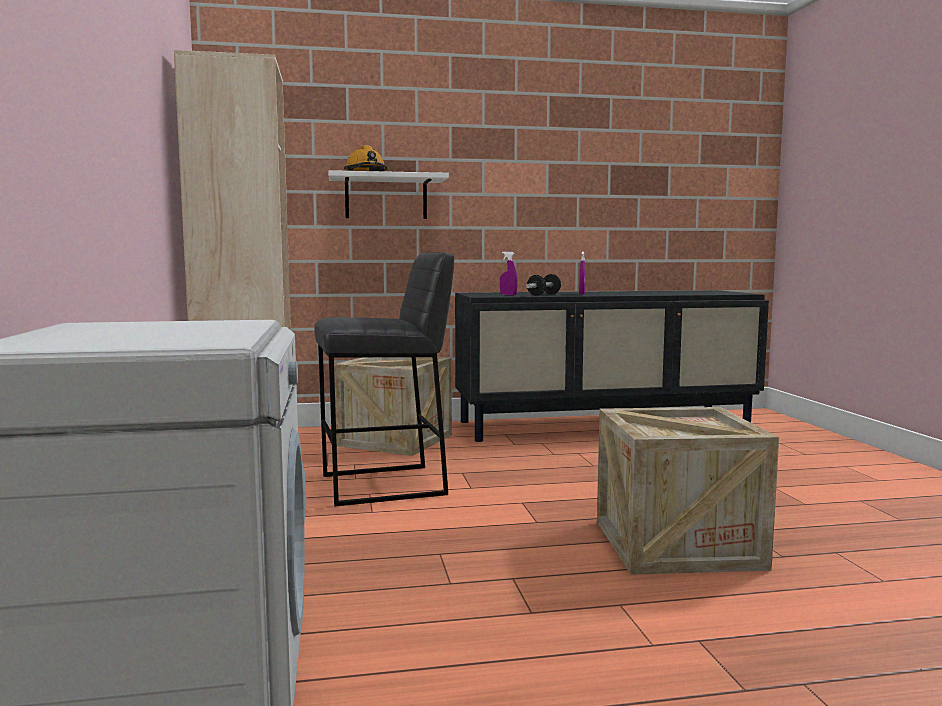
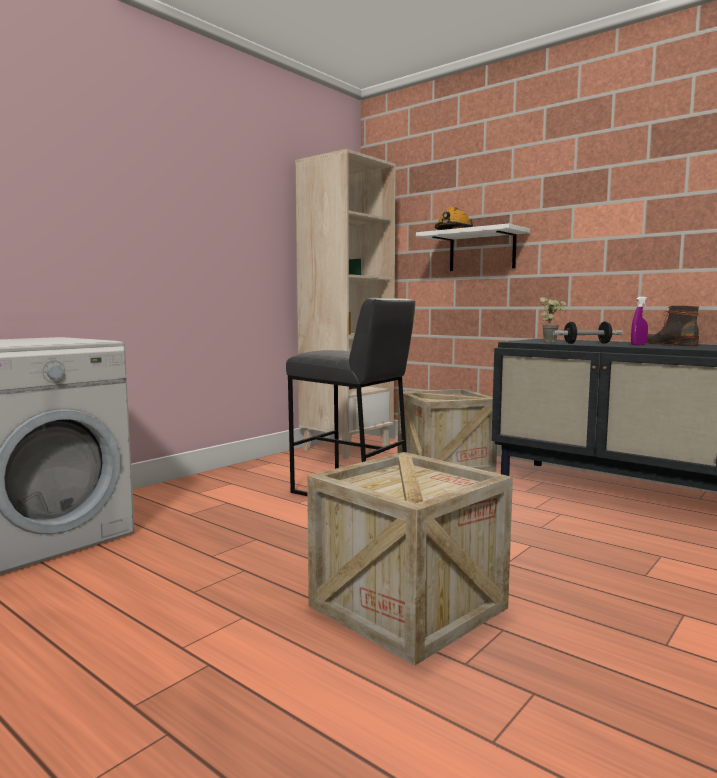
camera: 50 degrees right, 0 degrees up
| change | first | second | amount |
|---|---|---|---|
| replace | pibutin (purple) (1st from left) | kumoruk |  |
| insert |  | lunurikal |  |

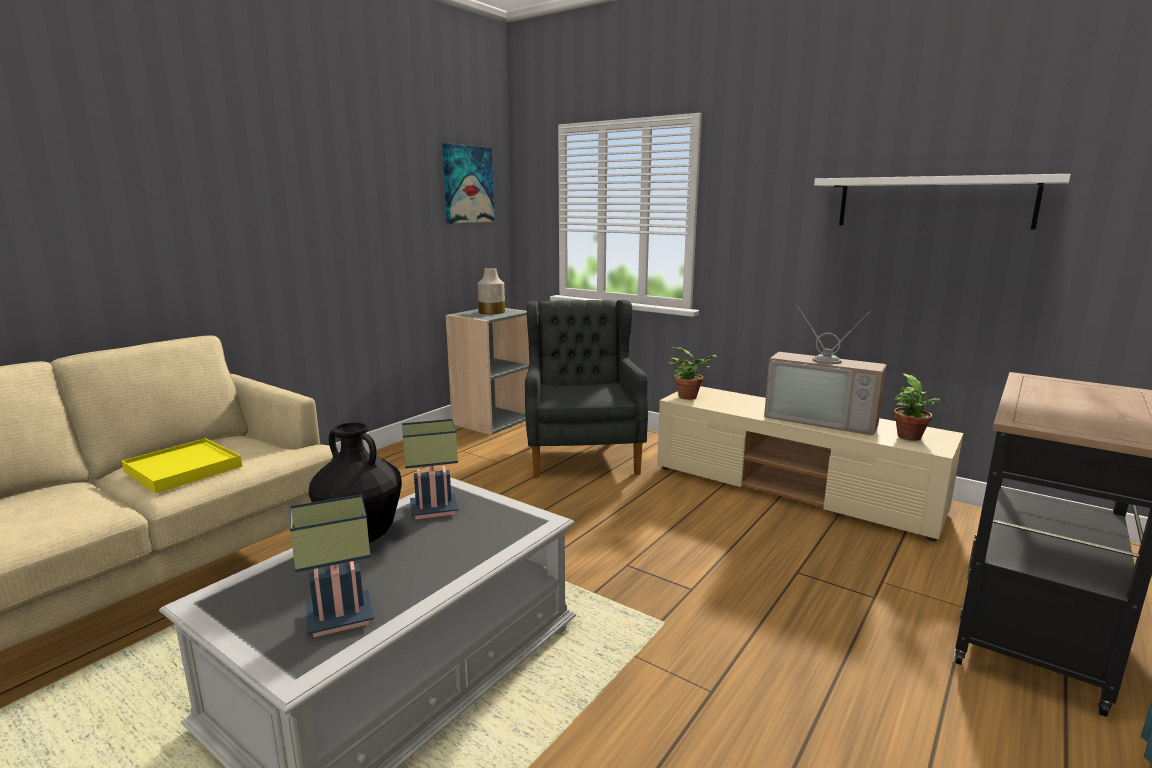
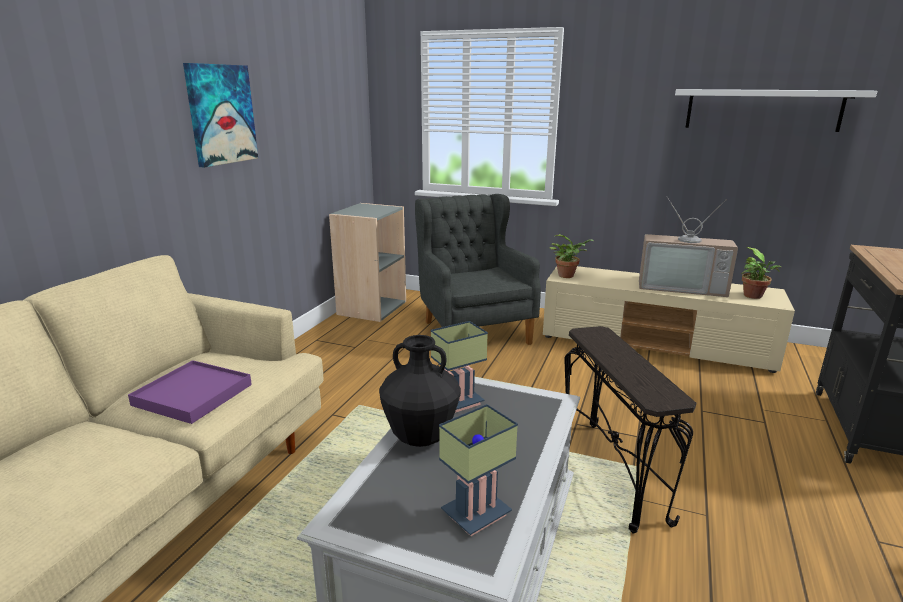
camera: 15 degrees left, 5 degrees up
| change | first | second | amount |
|---|---|---|---|
| move | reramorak |  |  |
| delete | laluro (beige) |  |  |
| recolor | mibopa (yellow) | mibopa (purple) |  |
| insert |  | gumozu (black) |  |

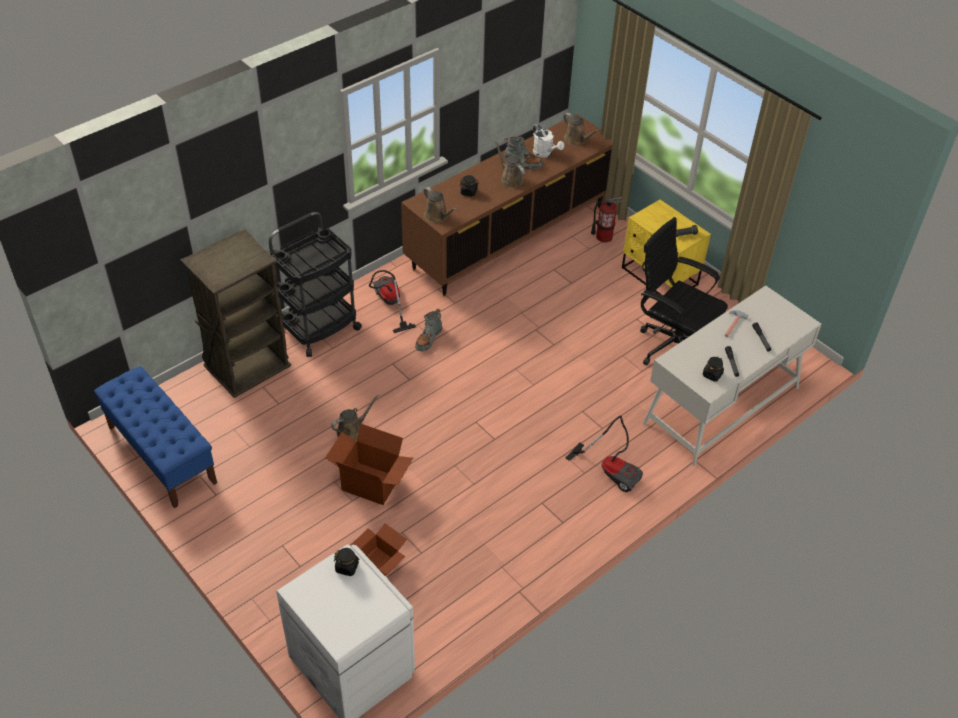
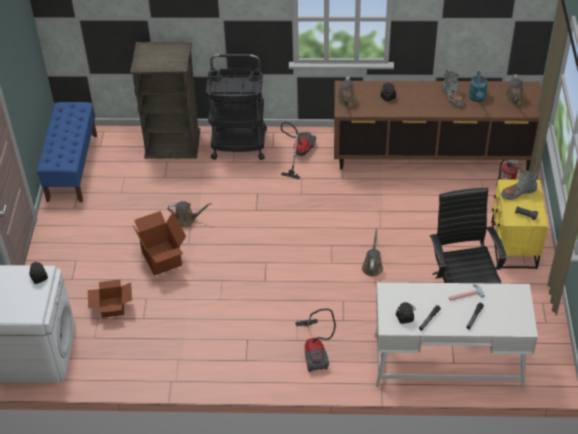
camera: 45 degrees right, 0 degrees up
| change | first | second | amount |
|---|---|---|---|
| recolor | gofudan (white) | gofudan (turquoise) |  |
| move | gofudan (brown) (3rd from left) |  |  |
| move | lunurikal (grey) (1st from left in the first image) | lunurikal (grey) (2nd from left) |  |

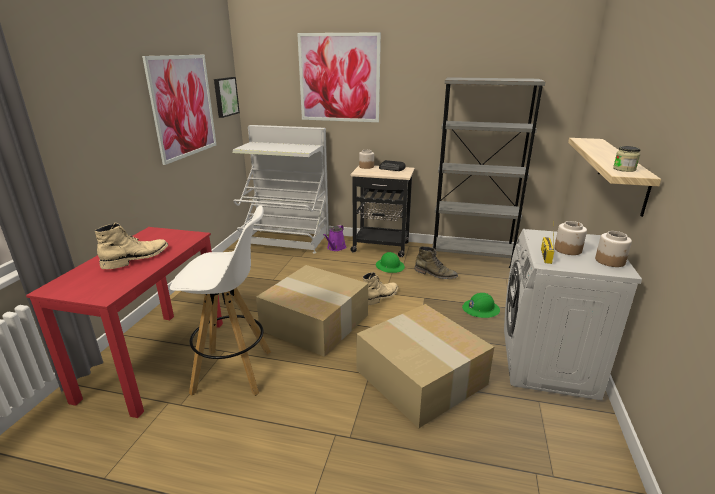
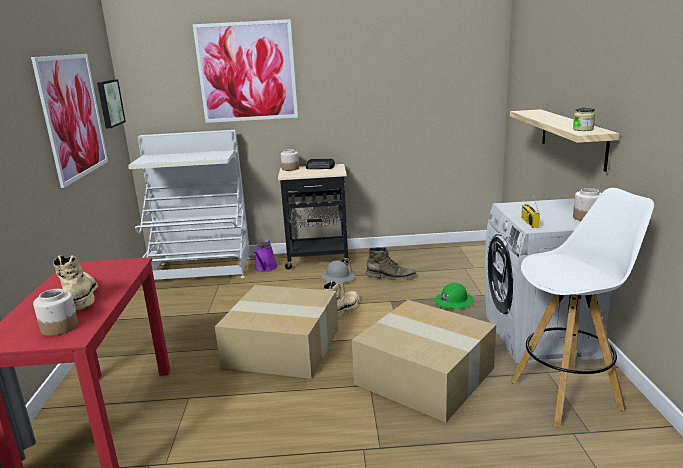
camera: 15 degrees left, 5 degrees down
| change | first | second | amount |
|---|---|---|---|
| delete | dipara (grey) |  |  |
| move | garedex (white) |  |  |
| move | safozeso (2nd from left in the first image) | safozeso (1st from left) |  |
| rotate | lunurikal (beige) (1st from left) |  | 45 degrees counterclockwise |
| recolor | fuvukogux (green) (1st from left) | fuvukogux (grey) |  |

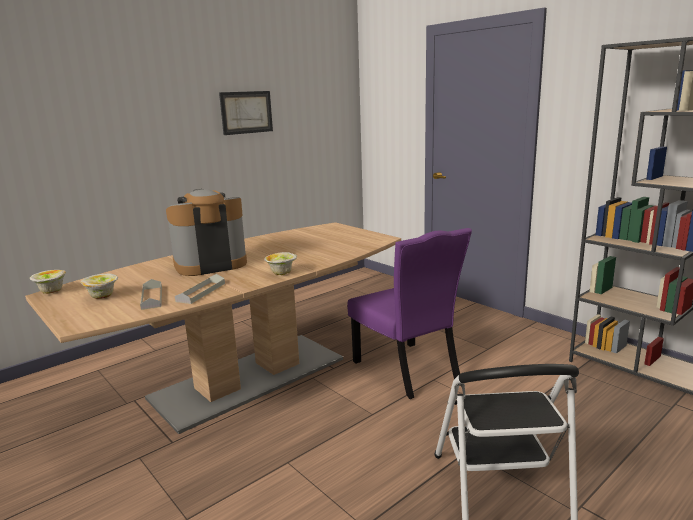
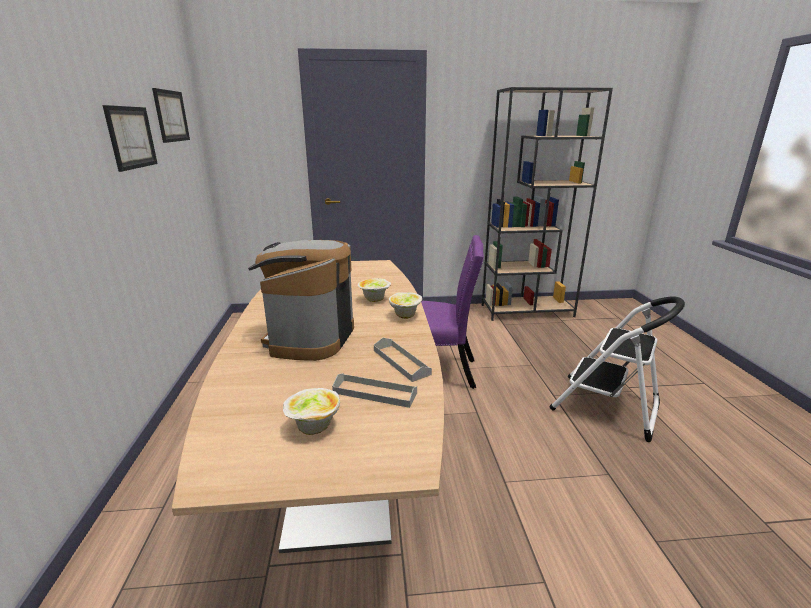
camera: 55 degrees left, 5 degrees up
| change | first | second | amount |
|---|---|---|---|
| move | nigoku (1st from left in the first image) | nigoku (2nd from left) |  |
| insert |  | reramorak (2nd from left) |  |

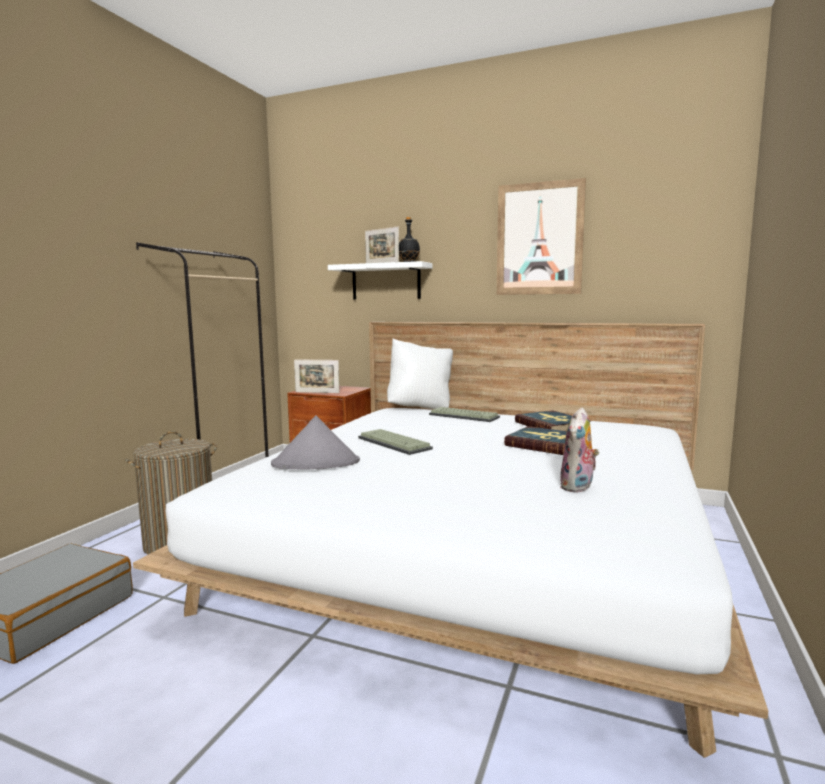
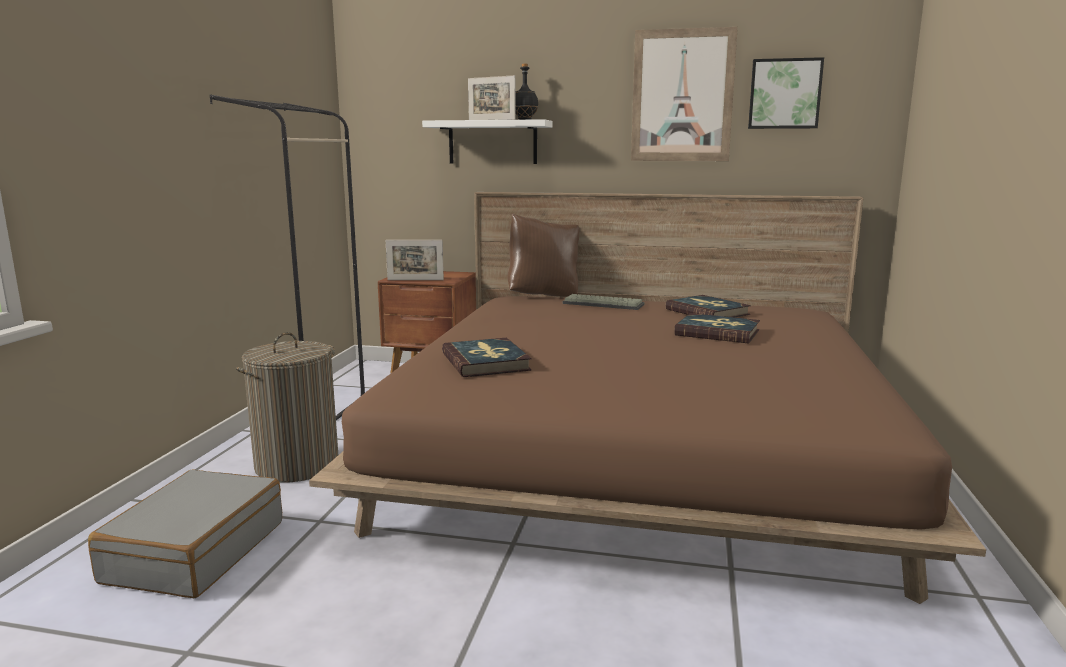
camera: 10 degrees left, 5 degrees up
| change | first | second | amount |
|---|---|---|---|
| recolor | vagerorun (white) | vagerorun (brown) |  |
| recolor | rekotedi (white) | rekotedi (brown) |  |
| delete | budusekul |  |  |
| replace | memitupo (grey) | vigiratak (1st from left) |  |
| delete | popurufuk (1st from left) |  |  |
| insert |  | reramorak (2nd from left) |  |

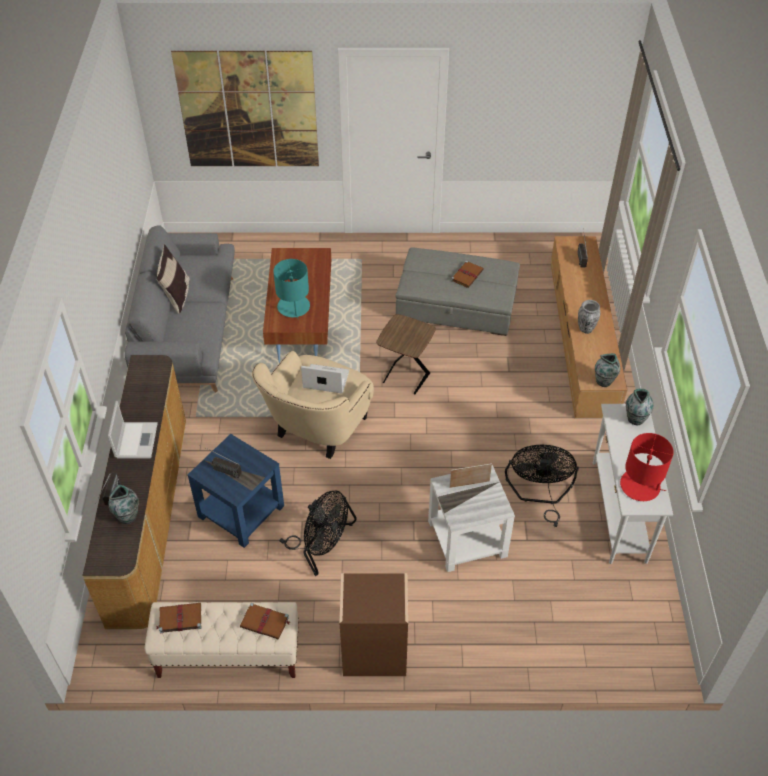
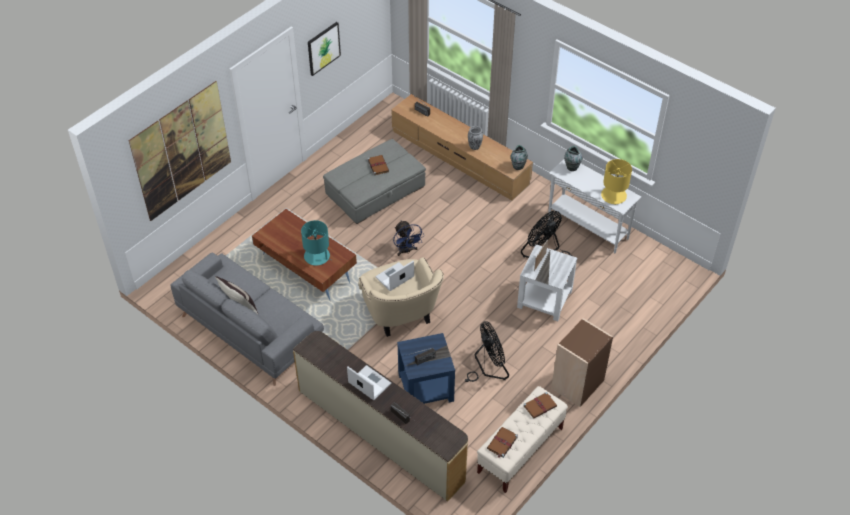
camera: 50 degrees left, 0 degrees up
| change | first | second | amount |
|---|---|---|---|
| replace | gumozu (brown) | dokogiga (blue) |  |
| recolor | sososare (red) | sososare (yellow) |  |
| delete | laluro (1st from left) |  |  |
| insert |  | reramorak (2nd from left) |  |

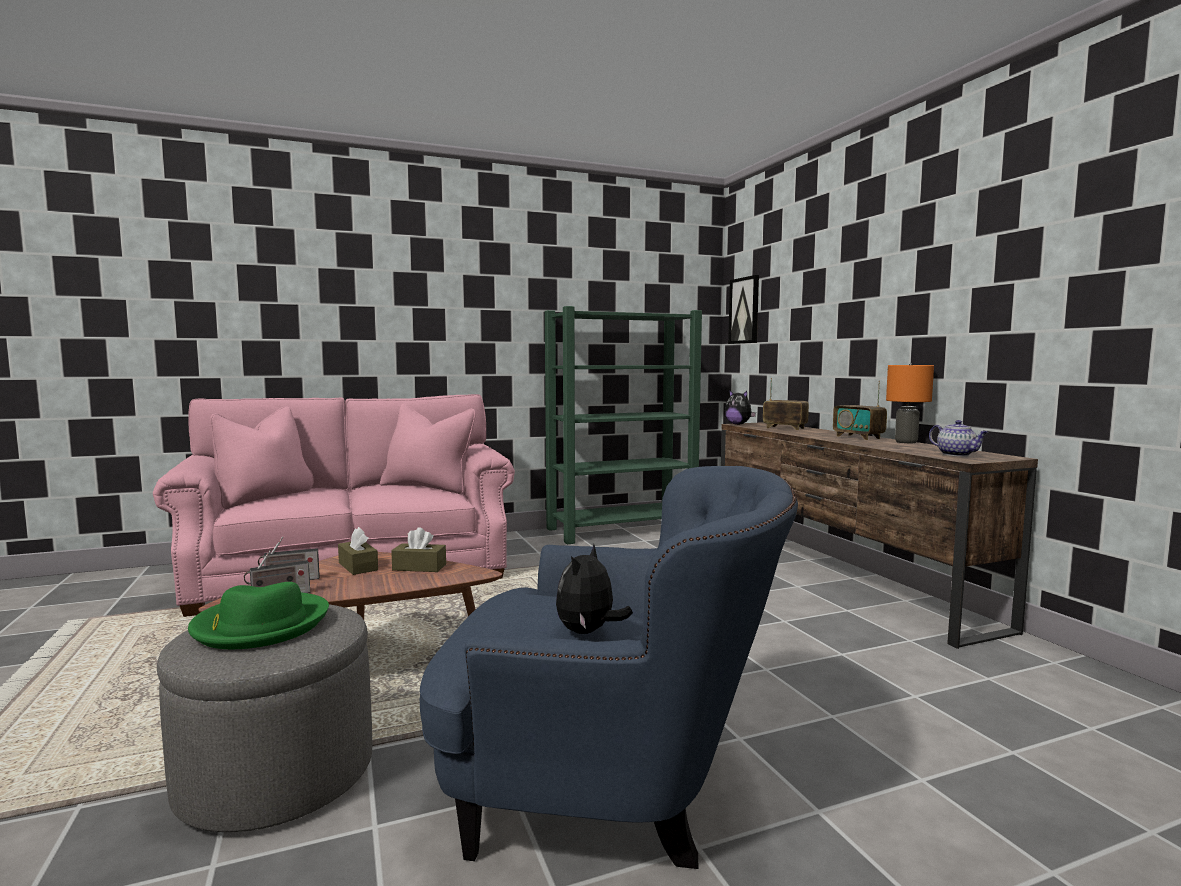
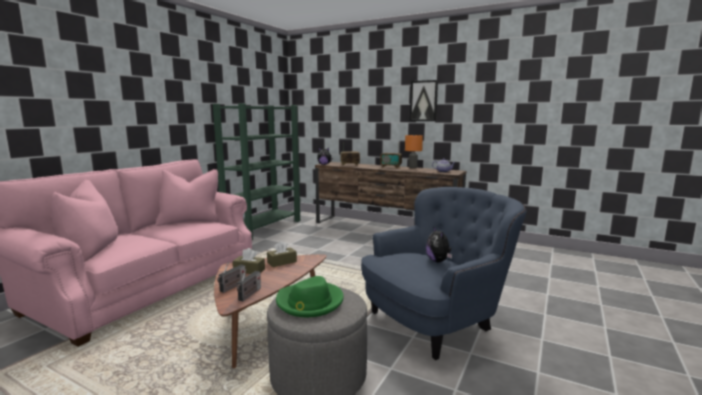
camera: 40 degrees left, 5 degrees up
| change | first | second | amount |
|---|---|---|---|
| move | reramorak |  |  |

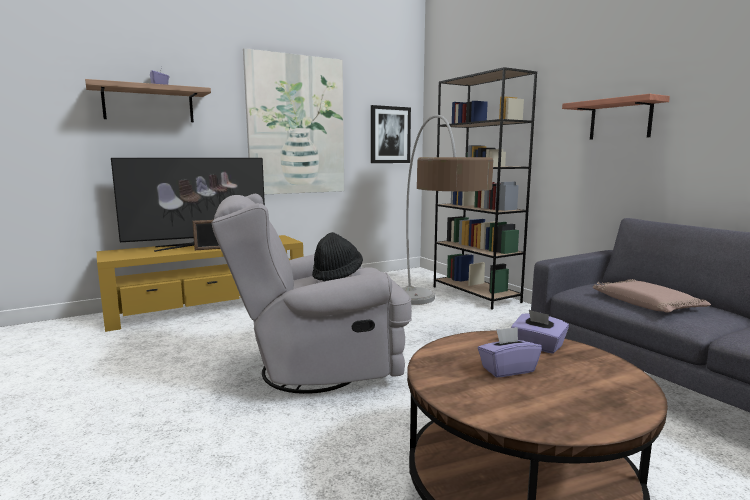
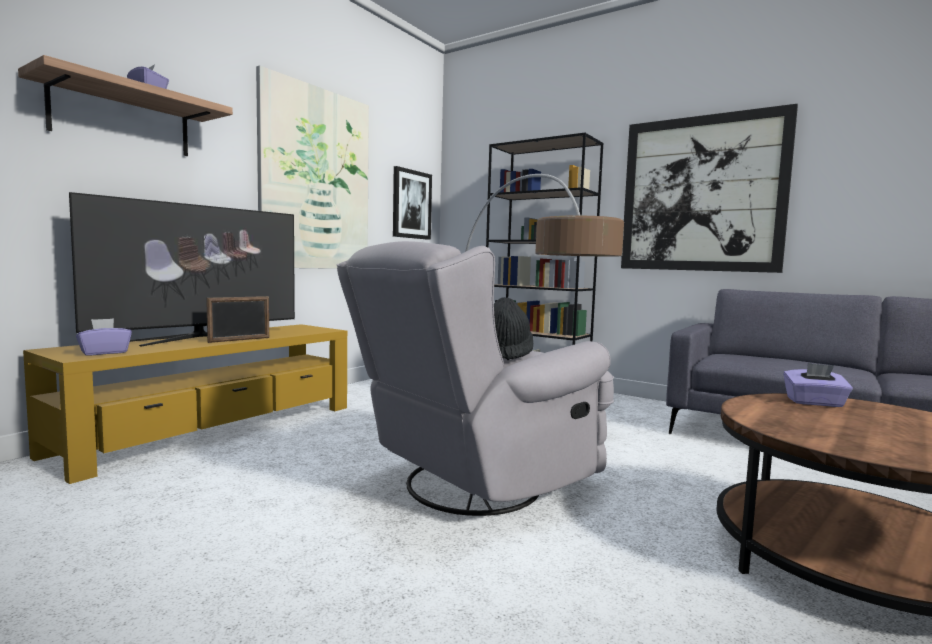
camera: 25 degrees left, 5 degrees down
| change | first | second | amount |
|---|---|---|---|
| replace | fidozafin (2nd from left) | reramorak (3rd from left) |  |
| delete | rekotedi (beige) |  |  |
| move | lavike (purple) (2nd from left in the first image) | lavike (purple) (1st from left) |  |

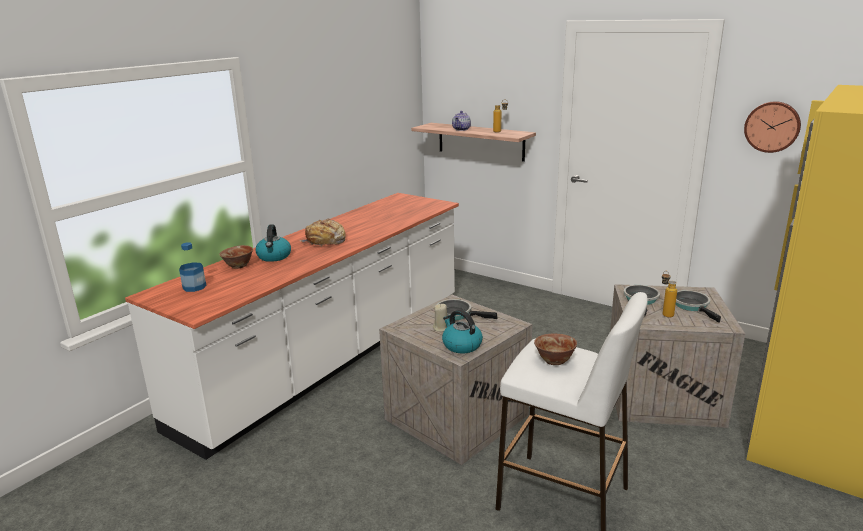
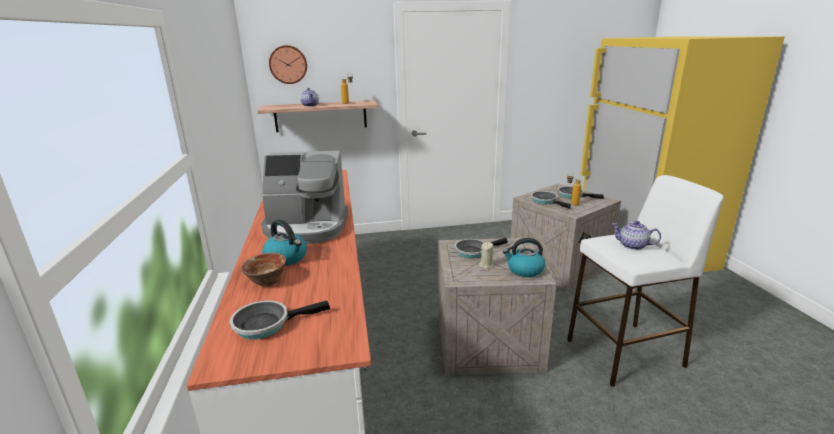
camera: 45 degrees left, 0 degrees up
| change | first | second | amount |
|---|---|---|---|
| move | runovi |  |  |
| replace | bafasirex | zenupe |  |
| replace | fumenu (1st from left) | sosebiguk (1st from left) |  |
| replace | nigoku (2nd from left) | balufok (2nd from left) |  |

